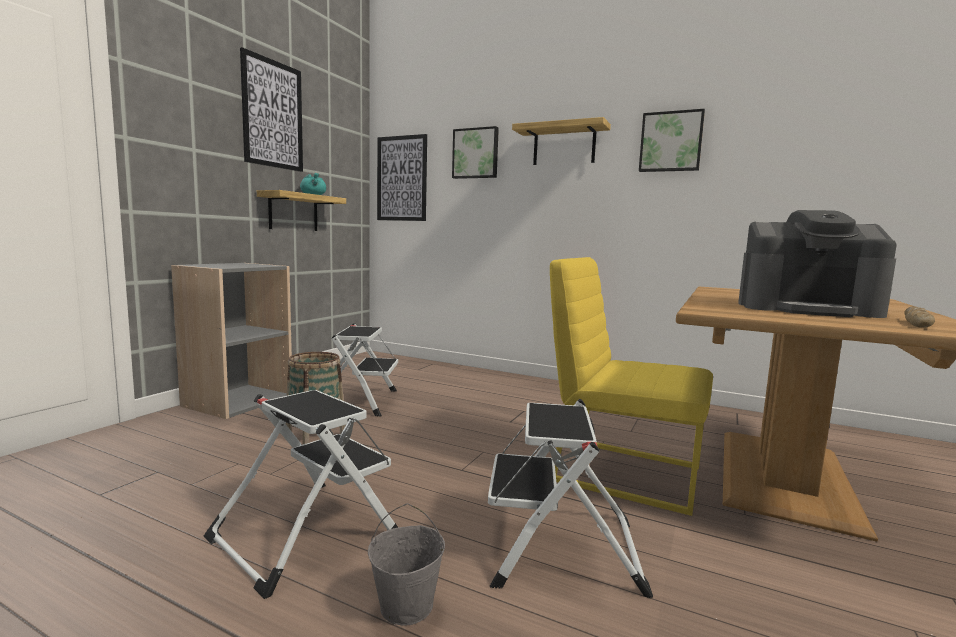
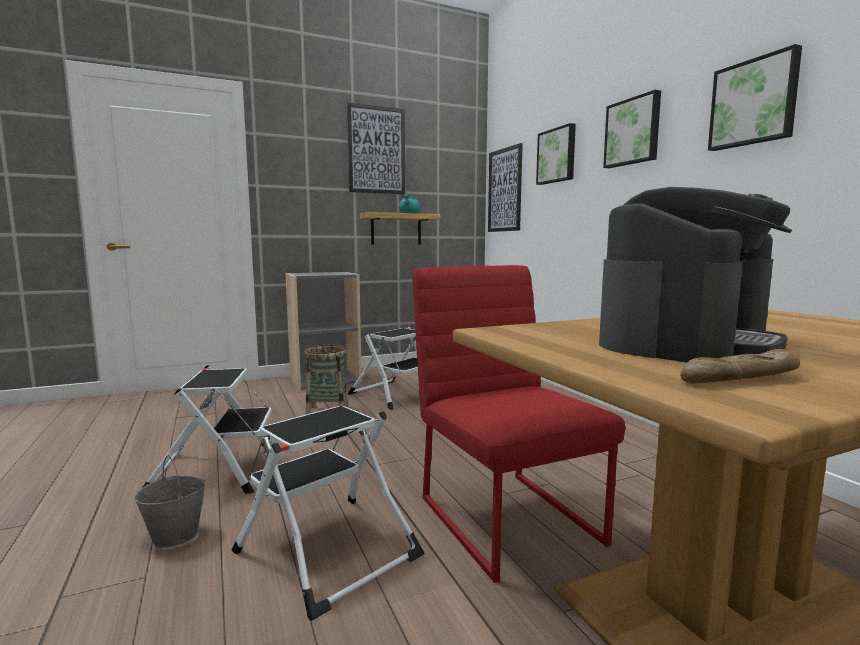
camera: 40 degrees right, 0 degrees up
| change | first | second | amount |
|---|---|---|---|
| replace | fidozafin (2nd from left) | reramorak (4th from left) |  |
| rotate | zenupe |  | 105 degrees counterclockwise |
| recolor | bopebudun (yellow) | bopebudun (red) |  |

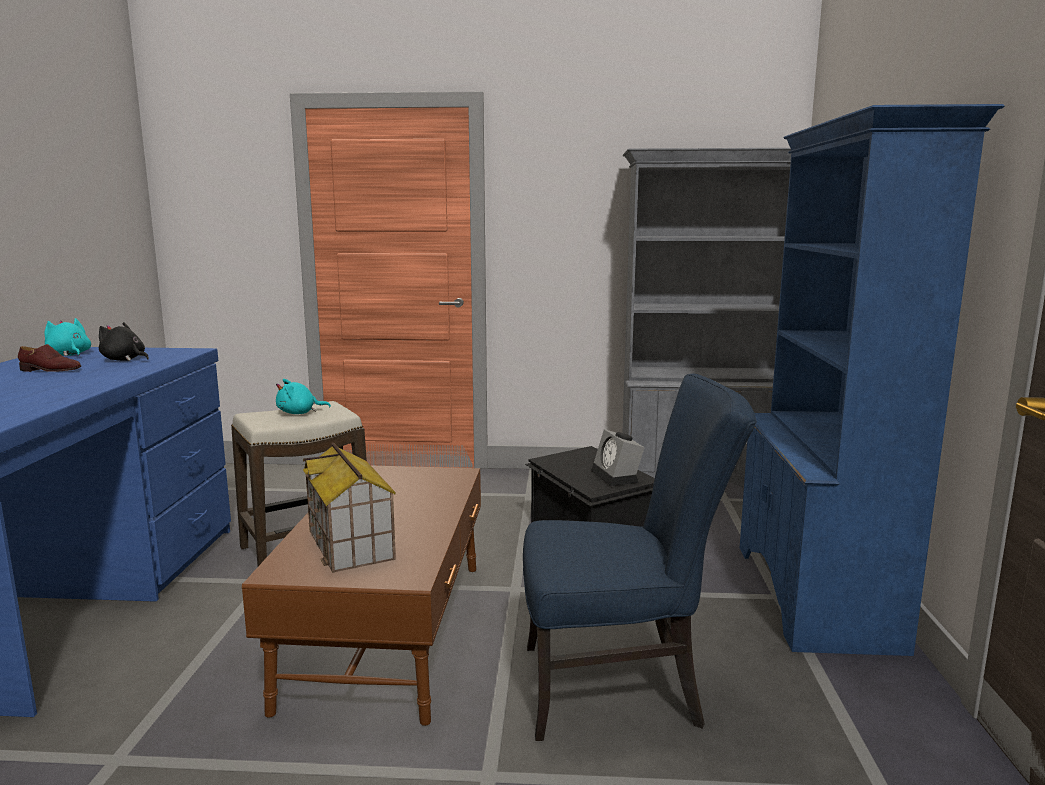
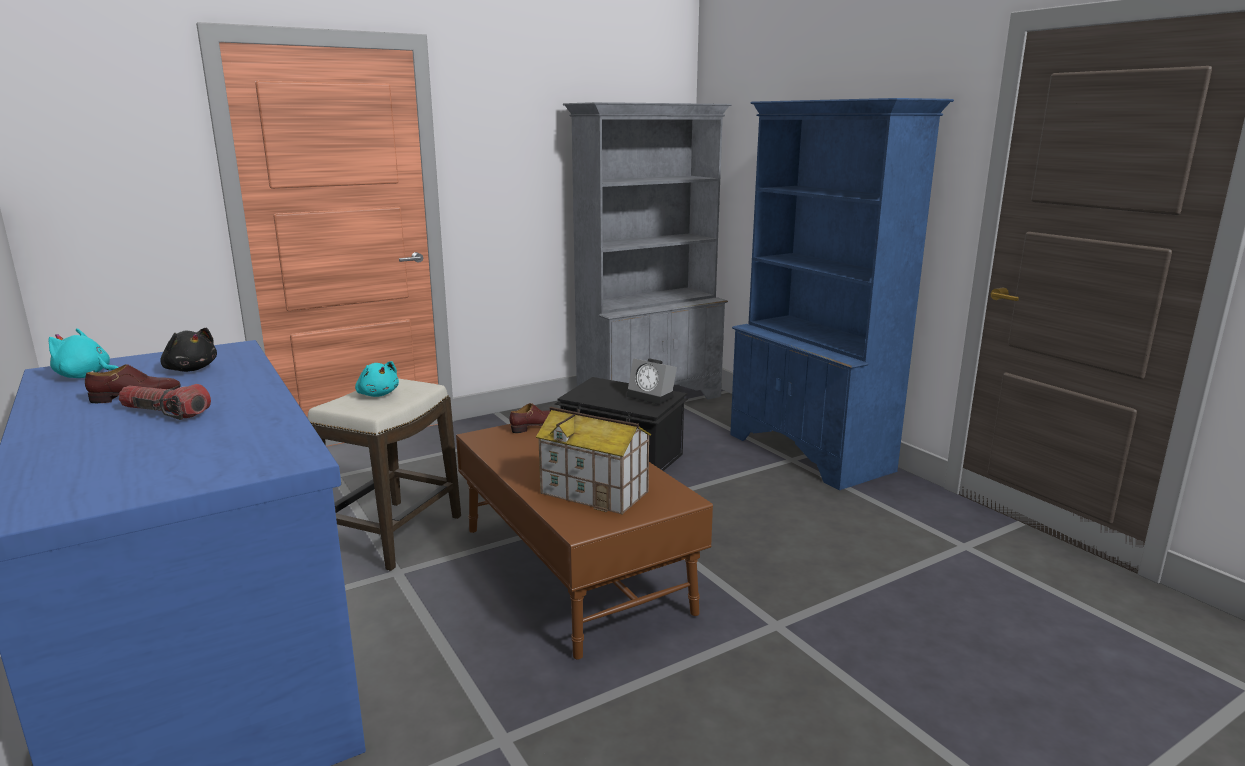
camera: 35 degrees left, 5 degrees up
| change | first | second | amount |
|---|---|---|---|
| rotate | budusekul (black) |  | 135 degrees counterclockwise |
| delete | bopebudun (blue) |  |  |
| rotate | budusekul (turquoise) (2nd from left) |  | 75 degrees counterclockwise |
| insert |  | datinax |  |
| insert |  | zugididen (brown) (2nd from left) |  |

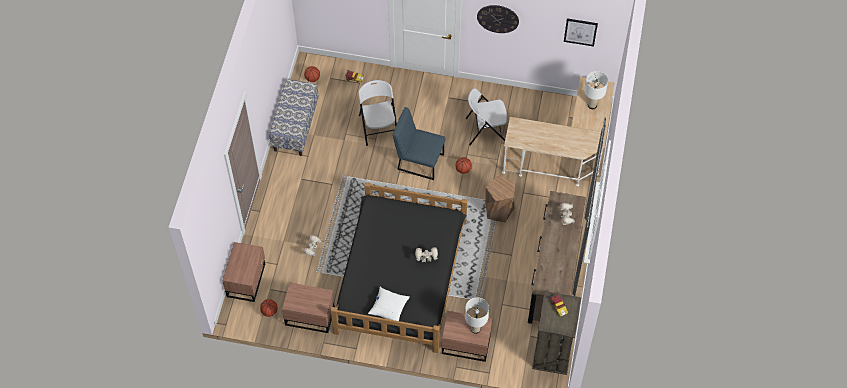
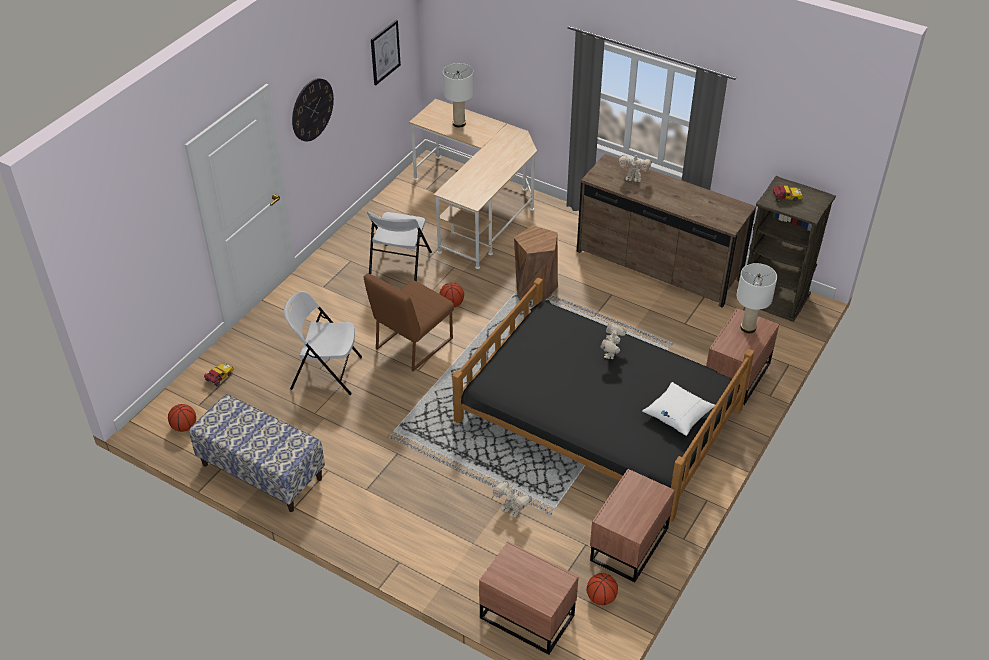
camera: 70 degrees left, 15 degrees down
| change | first | second | amount |
|---|---|---|---|
| recolor | bopebudun (blue) | bopebudun (brown) |  |

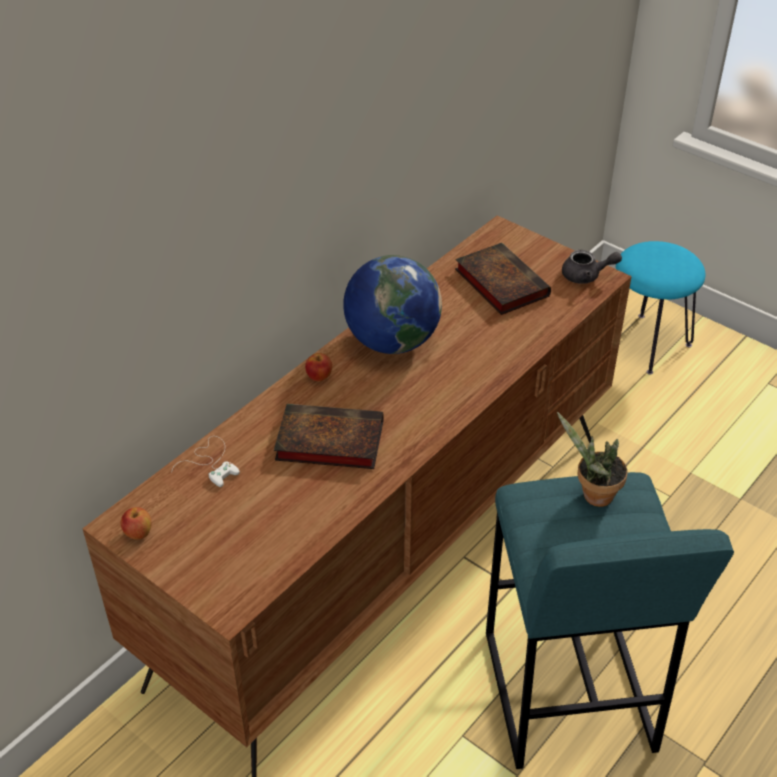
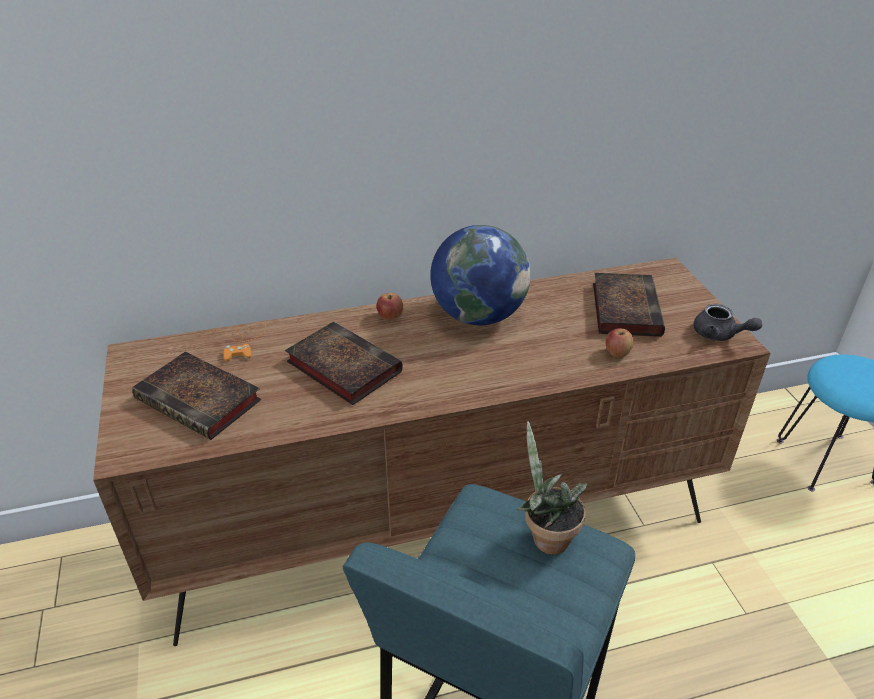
camera: 35 degrees right, 5 degrees down
| change | first | second | amount |
|---|---|---|---|
| recolor | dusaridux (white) | dusaridux (orange) |  |
| move | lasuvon (1st from left in the first image) | lasuvon (2nd from left) |  |
| insert |  | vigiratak (1st from left) |  |

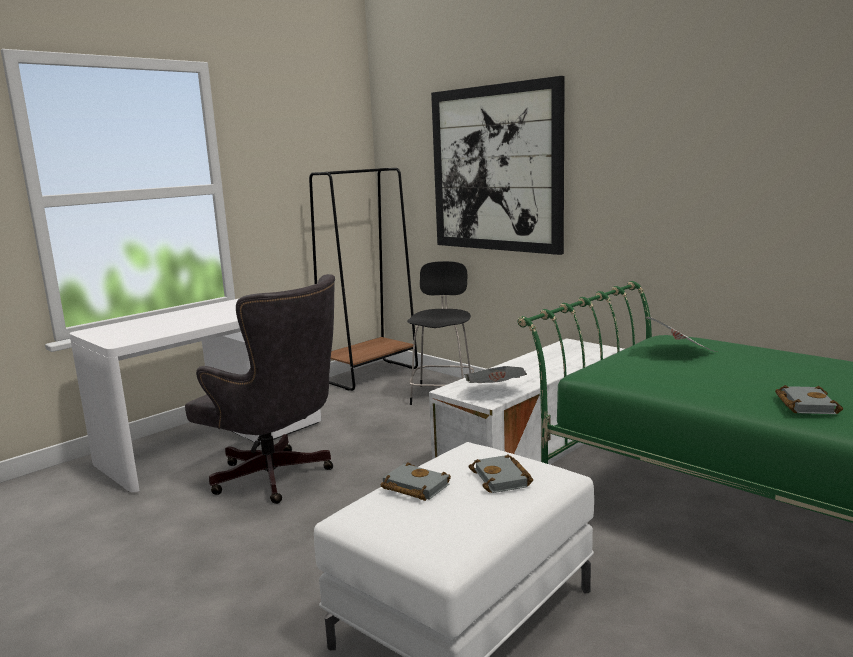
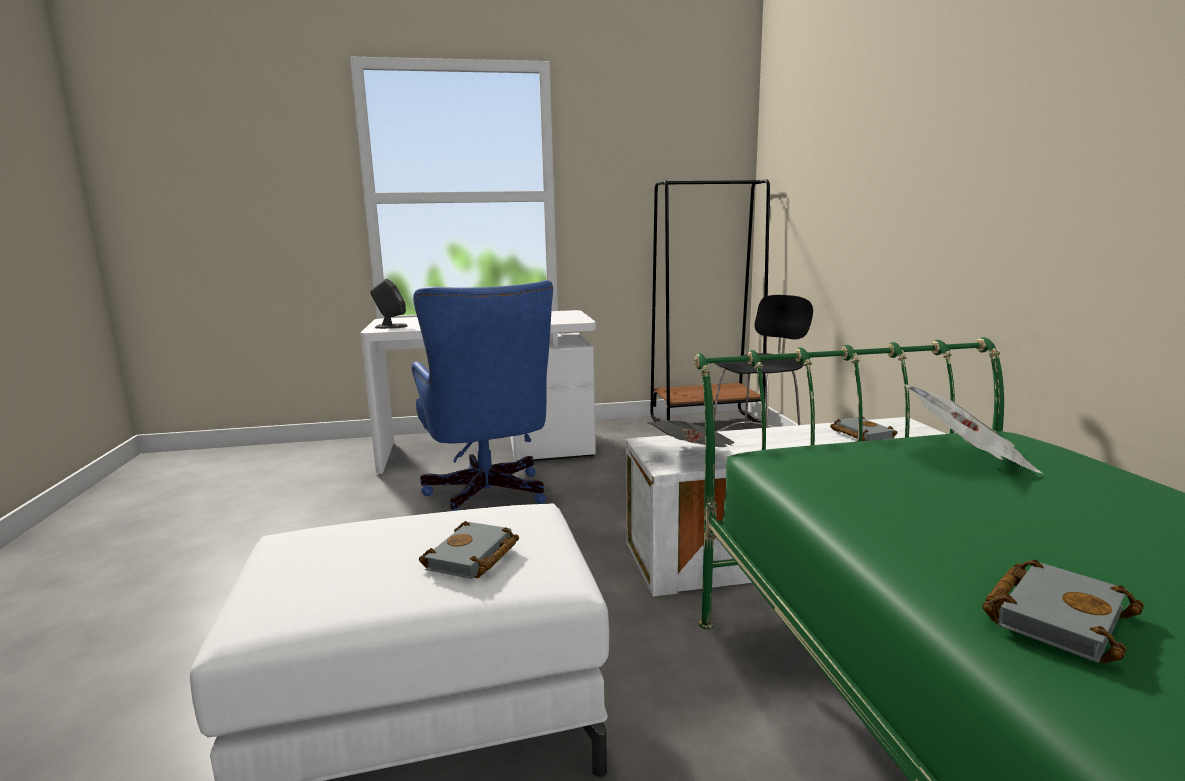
camera: 35 degrees right, 0 degrees up
| change | first | second | amount |
|---|---|---|---|
| delete | reramorak |  |  |
| recolor | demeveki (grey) | demeveki (blue) |  |
| move | vigiratak (grey) (1st from left in the first image) | vigiratak (grey) (2nd from left) |  |
| insert |  | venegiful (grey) |  |

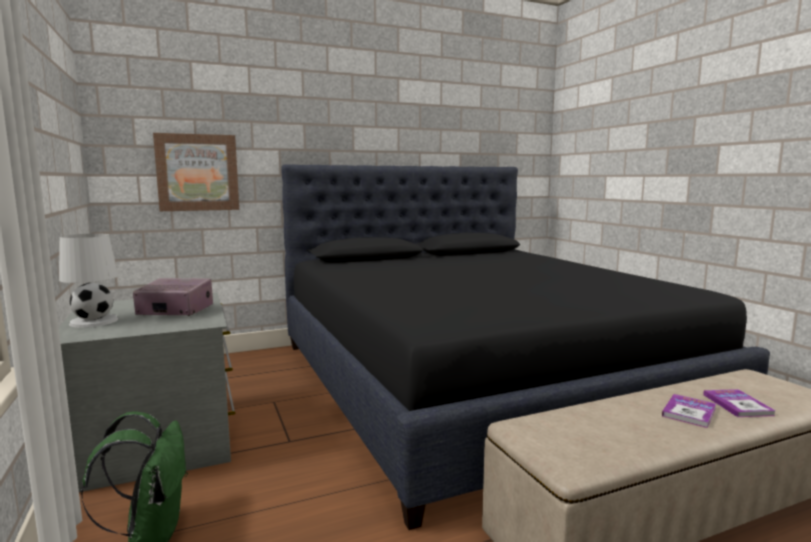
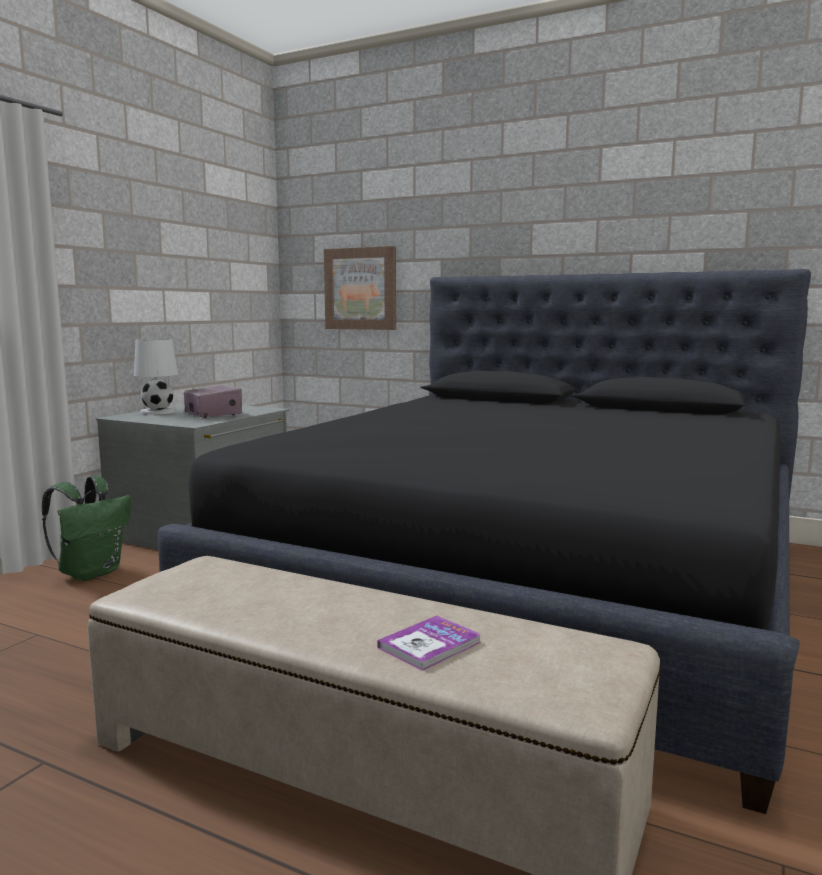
camera: 50 degrees right, 0 degrees up
| change | first | second | amount |
|---|---|---|---|
| delete | vigiratak (1st from left) |  |  |

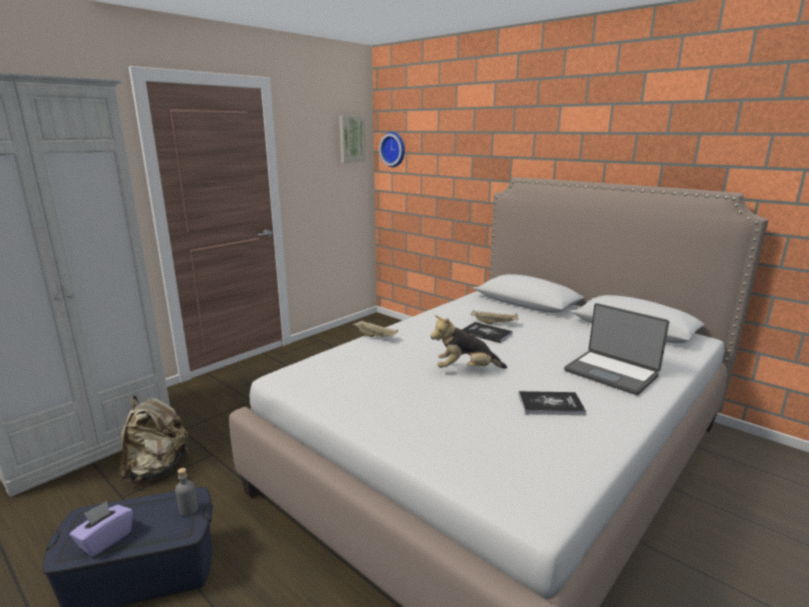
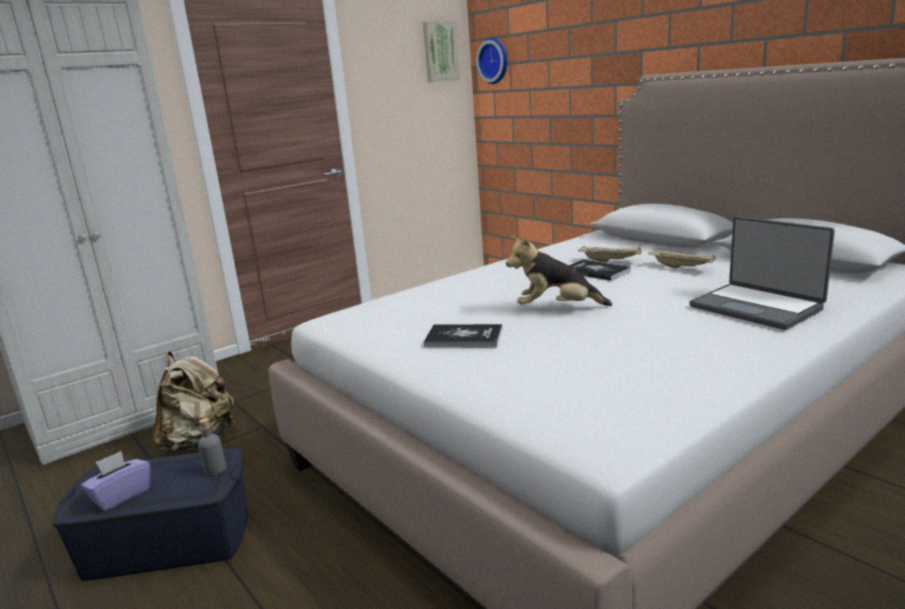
camera: 10 degrees right, 0 degrees up
| change | first | second | amount |
|---|---|---|---|
| move | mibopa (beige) (1st from left in the first image) | mibopa (beige) (2nd from left) |  |
| move | vigiratak (2nd from left in the first image) | vigiratak (1st from left) |  |

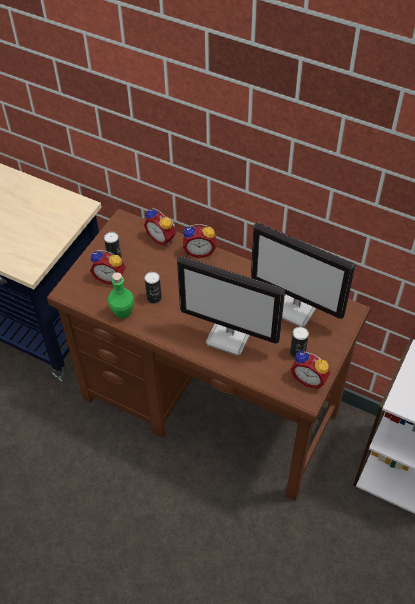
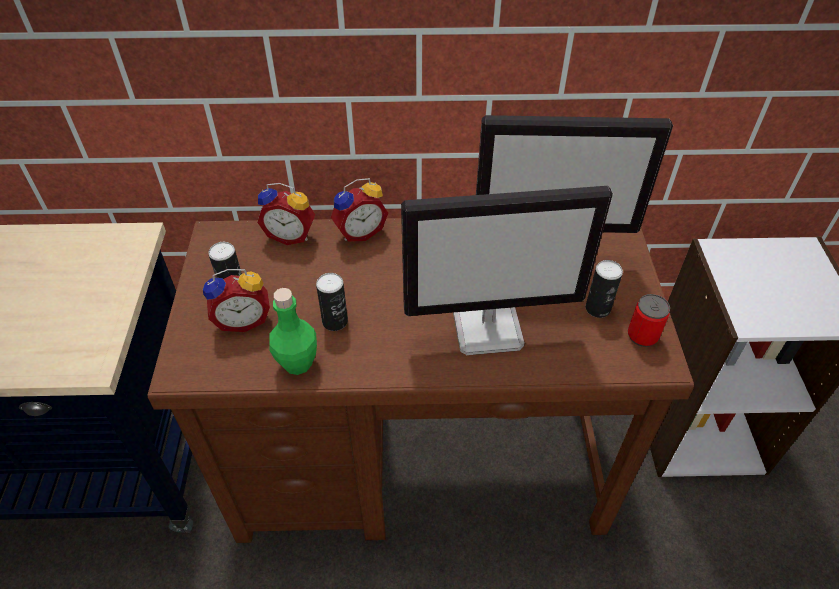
camera: 30 degrees left, 5 degrees down
| change | first | second | amount |
|---|---|---|---|
| replace | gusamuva (4th from left) | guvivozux (4th from left) |  |

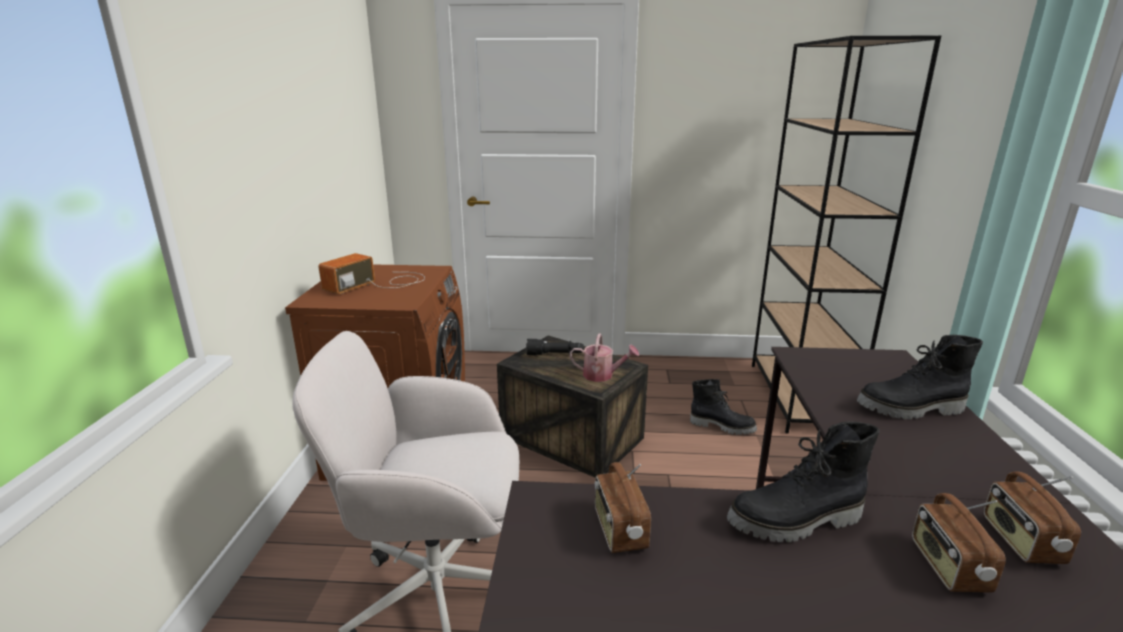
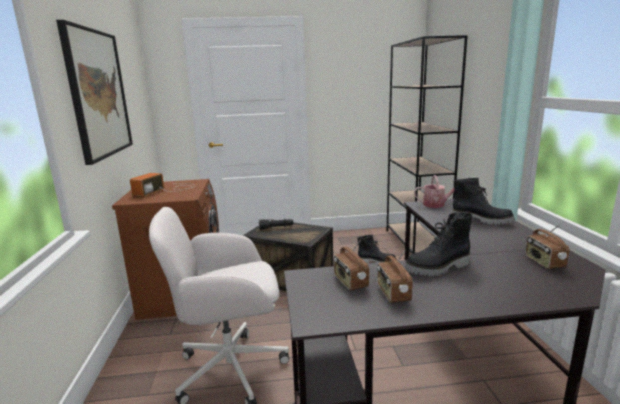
camera: 10 degrees left, 5 degrees down
| change | first | second | amount |
|---|---|---|---|
| move | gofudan |  |  |
| rotate | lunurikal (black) (3rd from left) |  | 135 degrees counterclockwise |
| move | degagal (3rd from left) |  |  |
| insert |  | reramorak |  |

